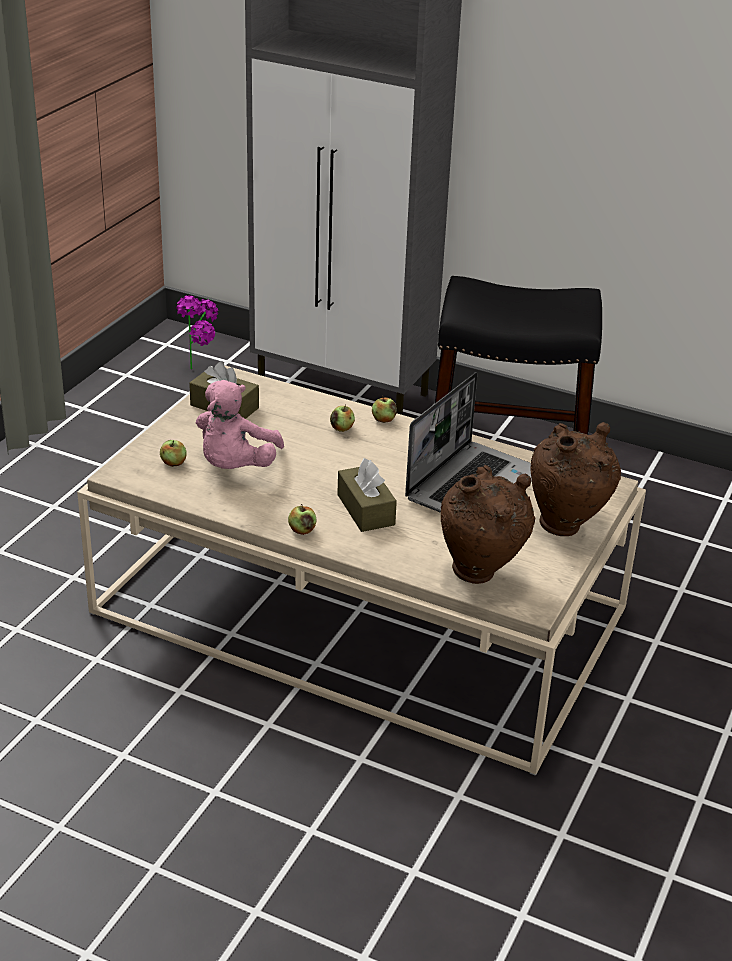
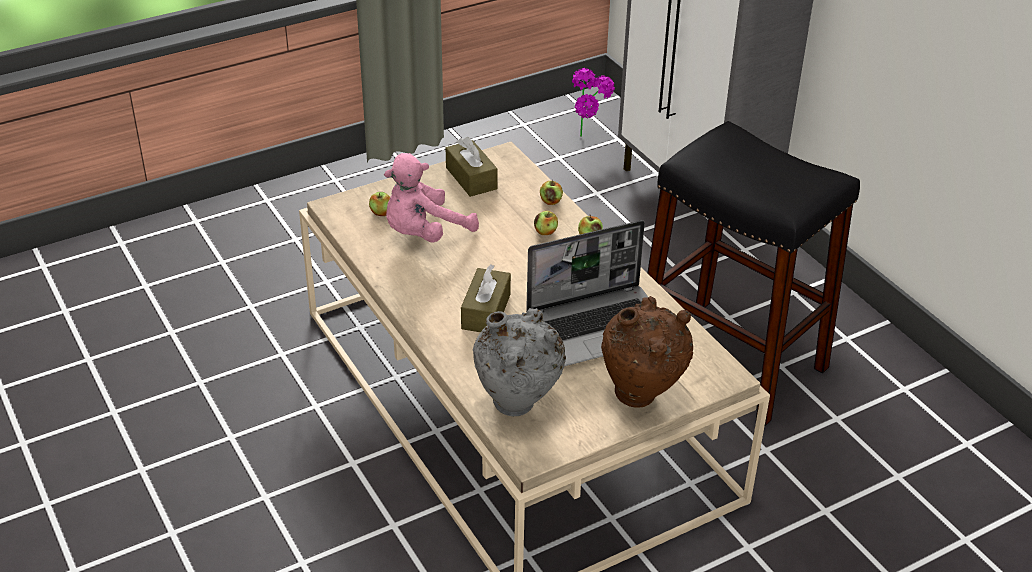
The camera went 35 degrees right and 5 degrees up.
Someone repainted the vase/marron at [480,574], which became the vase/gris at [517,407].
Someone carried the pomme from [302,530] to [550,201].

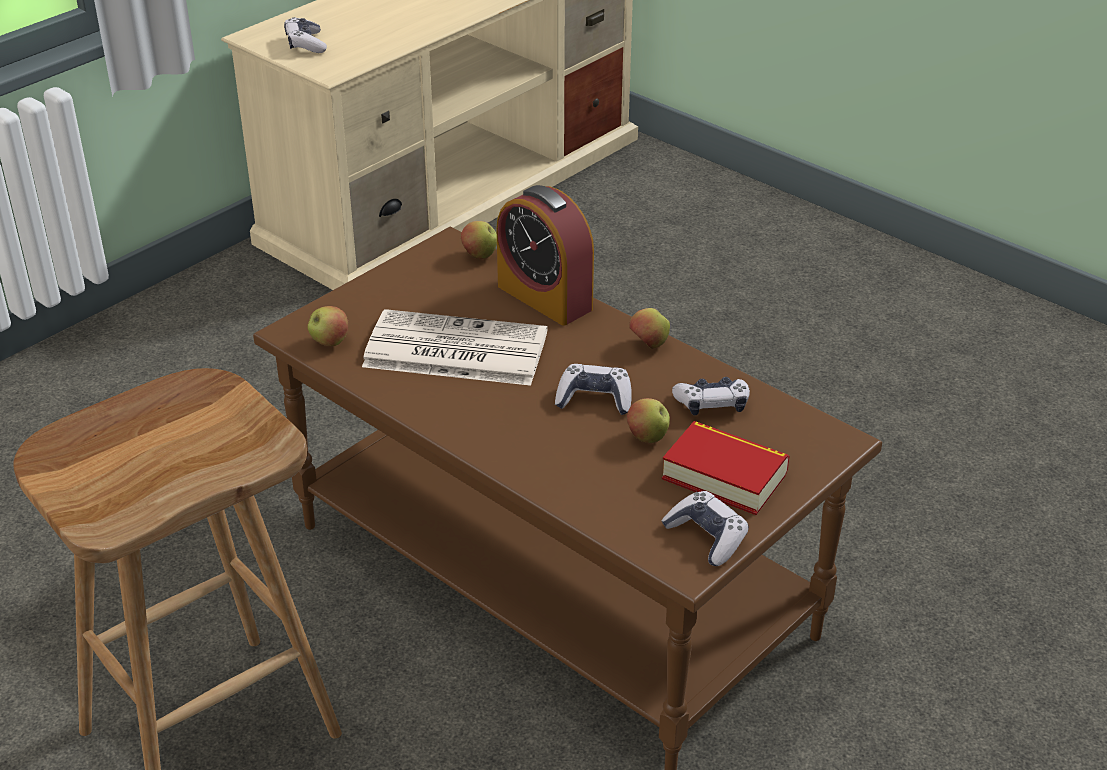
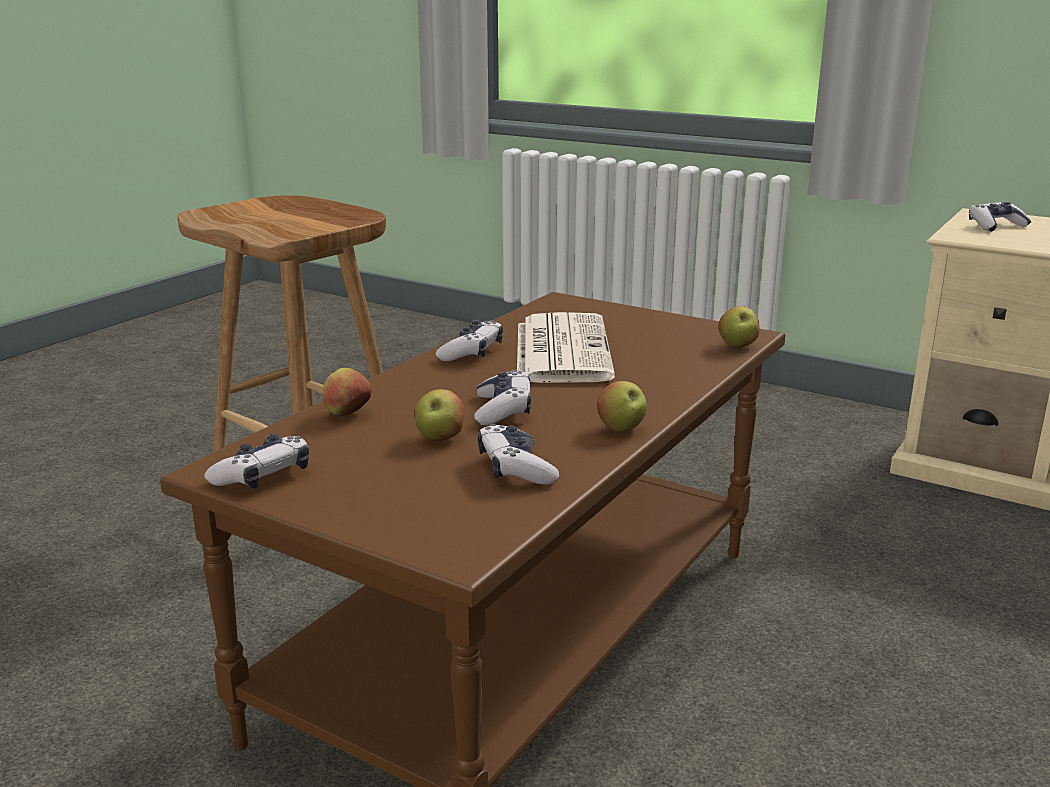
The camera went 80 degrees right and 15 degrees down.
Someone carried the pomme from [330,342] to [348,415].
Someone put down the manette at [472,353].
Someone took away the réveil at [544,297].
Someone took away the livre at [724,476].

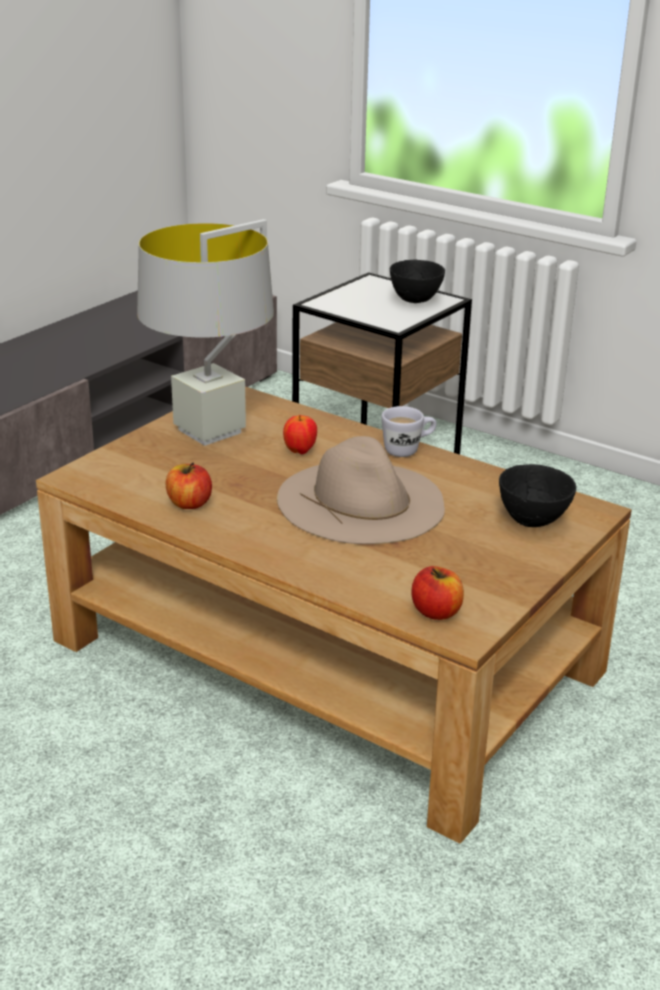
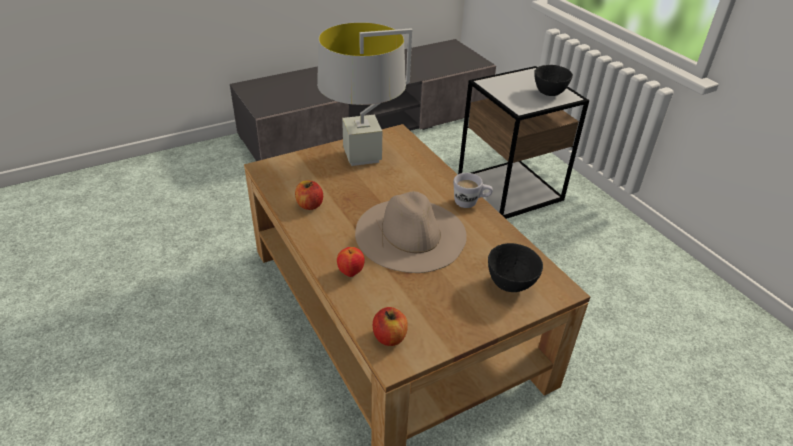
The camera went 25 degrees right and 10 degrees up.
Someone carried the pomme from [300,451] to [351,272].

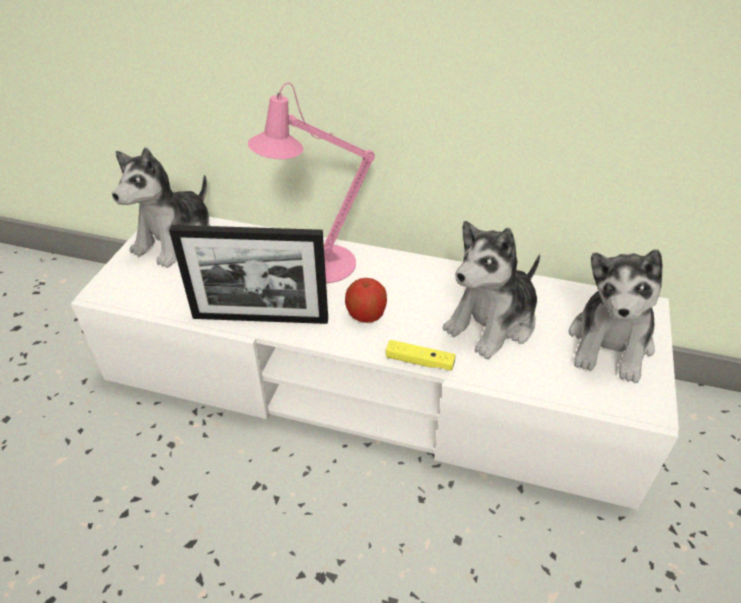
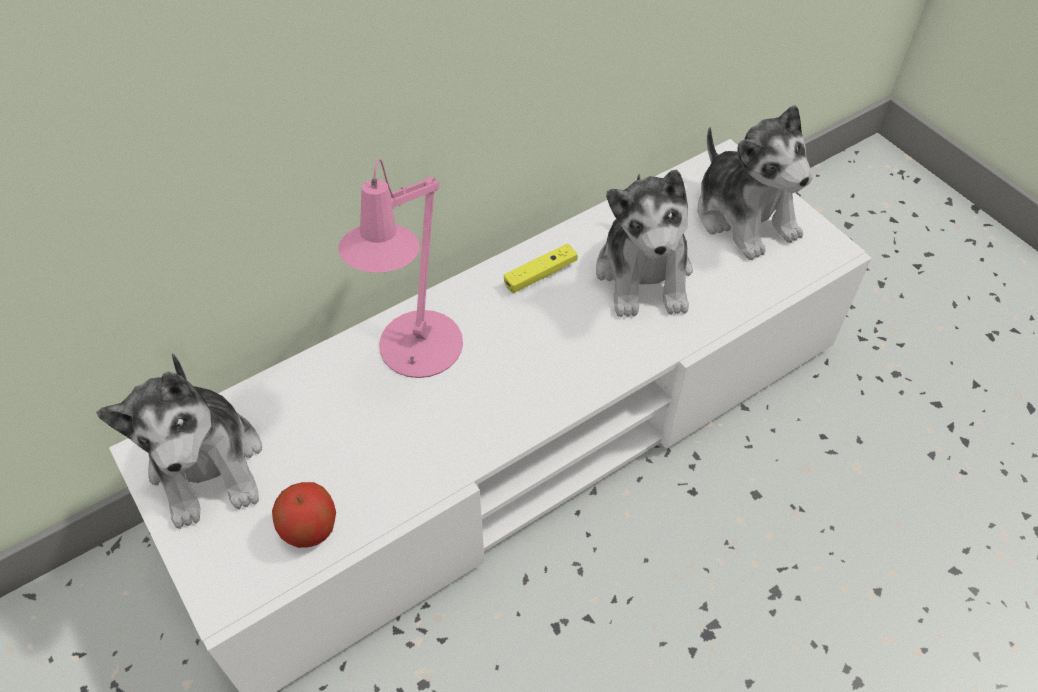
The camera went 50 degrees left and 10 degrees up.
Someone carried the pomme from [366,315] to [309,529].
Someone carried the manette/jaune from [419,361] to [540,274].
Someone took away the cadre photo at [260,318].

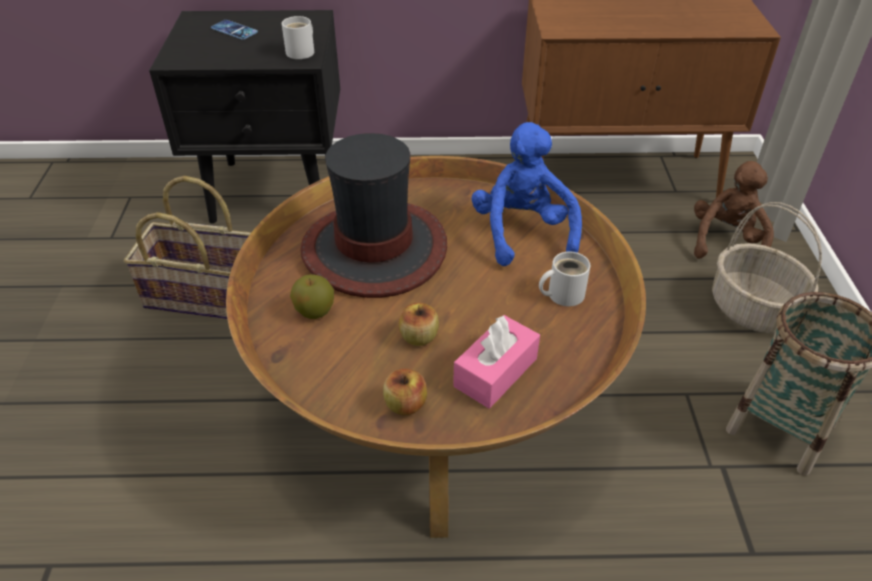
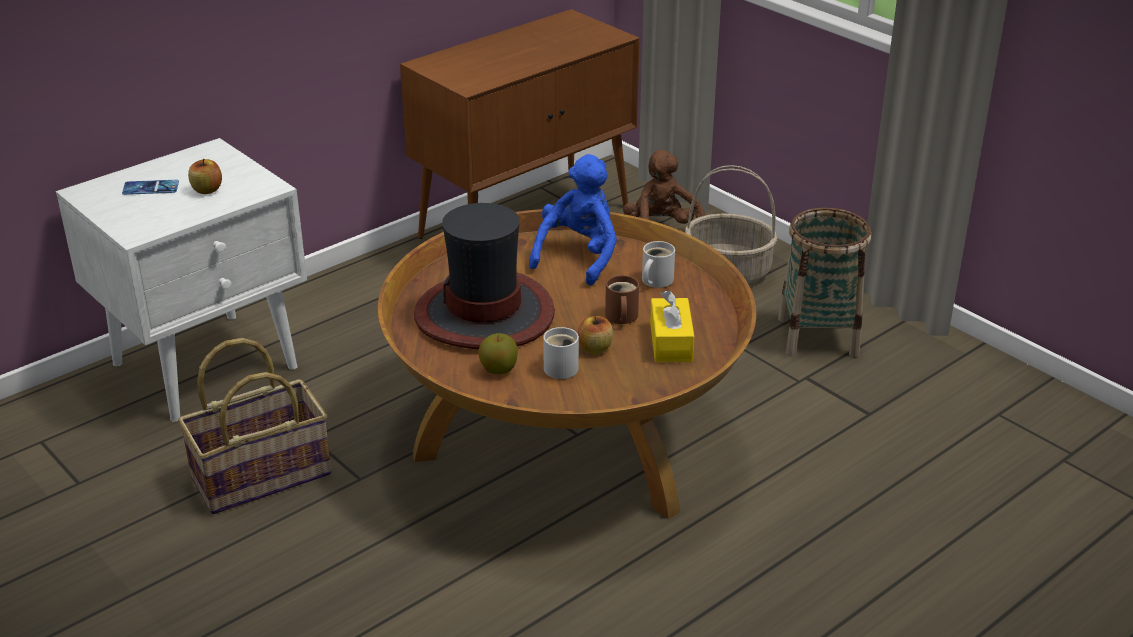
The camera went 40 degrees left and 10 degrees down.
Someone repainted the table de chevet/noir at [277,191], which became the table de chevet/blanc at [208,364].
Someone carried the pomme from [405,404] to [207,190].
Someone rotated the peluche/bleu at [522,232] by 75 degrees clockwise.
Someone carried the mug/blanc from [302,51] to [561,366].
Someone put down the mug/marron at [620,317].
Someone repainted the boîte à mouchoirs/rose at [495,372], which became the boîte à mouchoirs/jaune at [671,342].

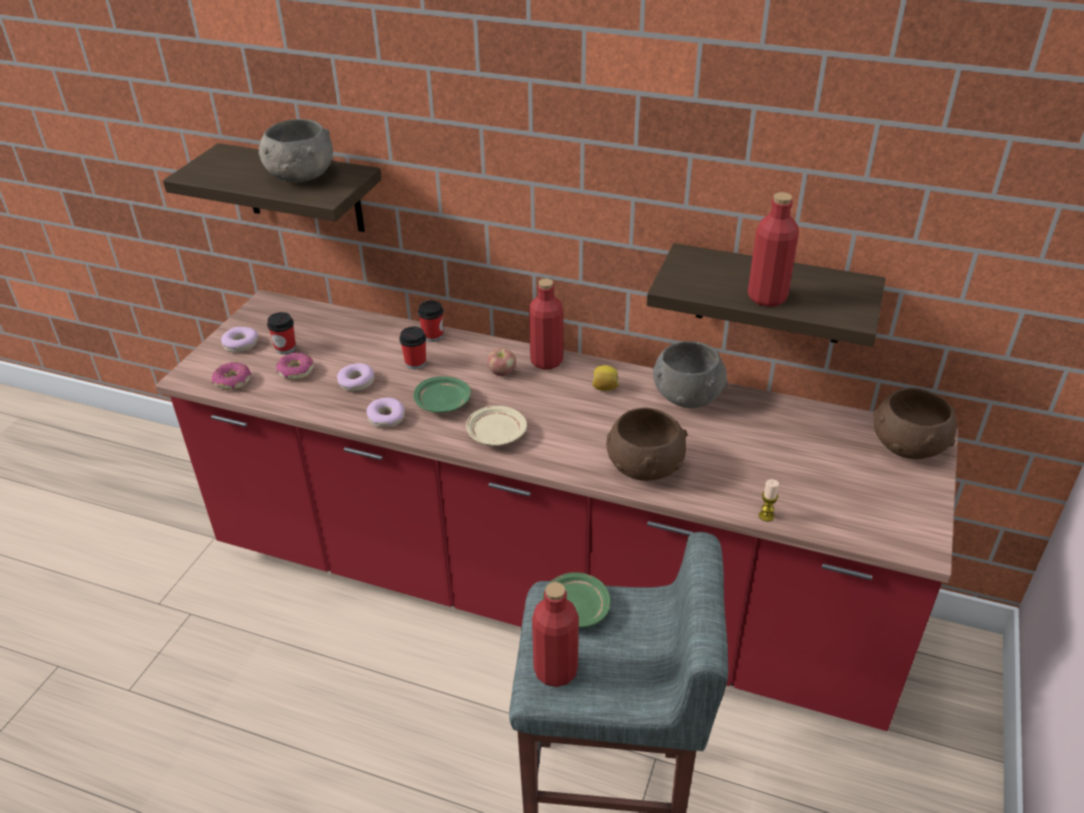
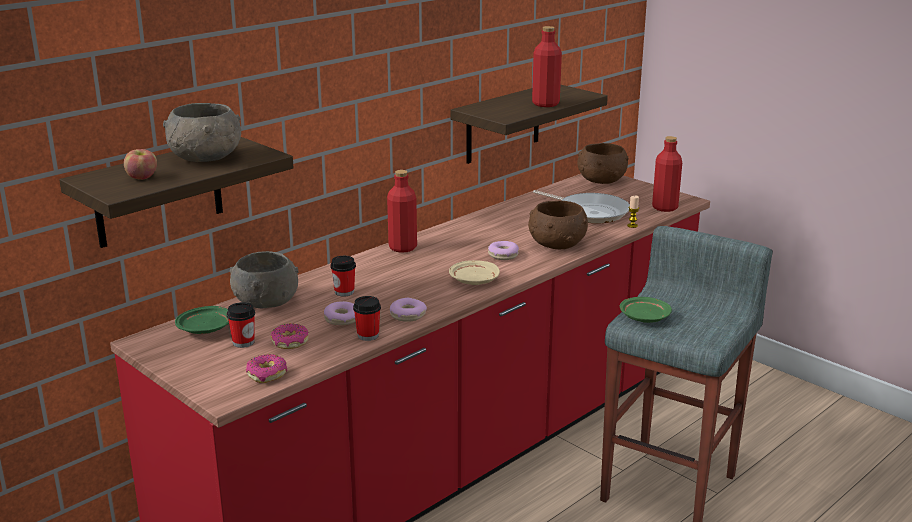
The camera went 65 degrees left and 15 degrees down.
Someone carried the pomme from [502,372] to [142,177].
Someone carried the assiette/vert from [443,403] to [206,328].
Someone carried the bol/gris from [687,395] to [266,302].
Someone carried the tasse from [433,336] to [368,335].
Someone carried the beignet from [241,344] to [503,255].
Someone put down the poêle at [590,212].
Someone carried the bouteille/rouge from [555,670] to [664,208].
Someone took away the citron at [604,388].

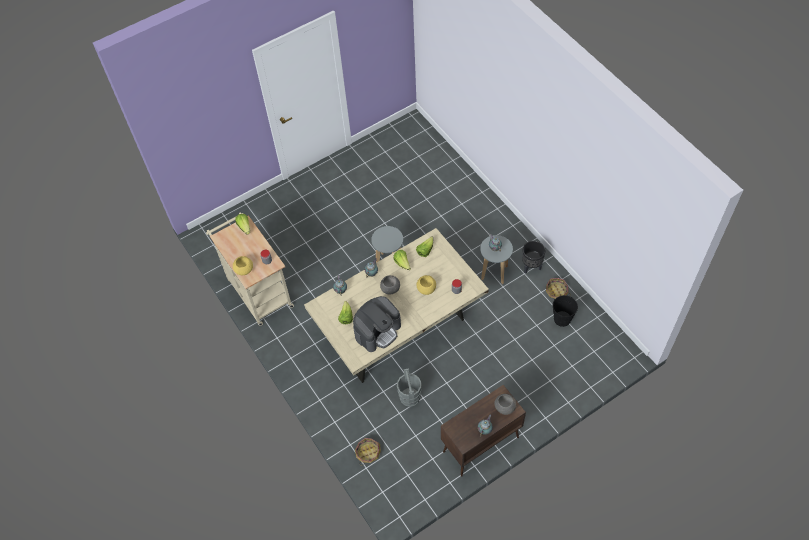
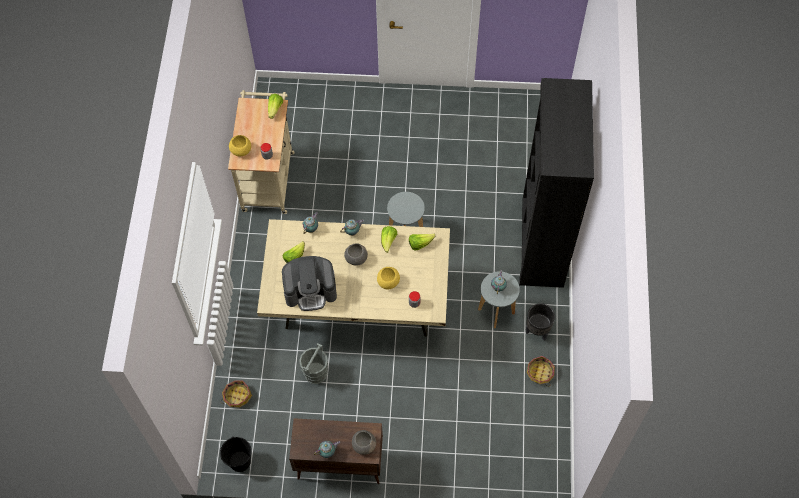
The camera went 35 degrees right and 5 degrees up.
Someone carried the seau/noir from [562,319] to [240,461].
Someone put down the bibliothèque/noir at [541,242].

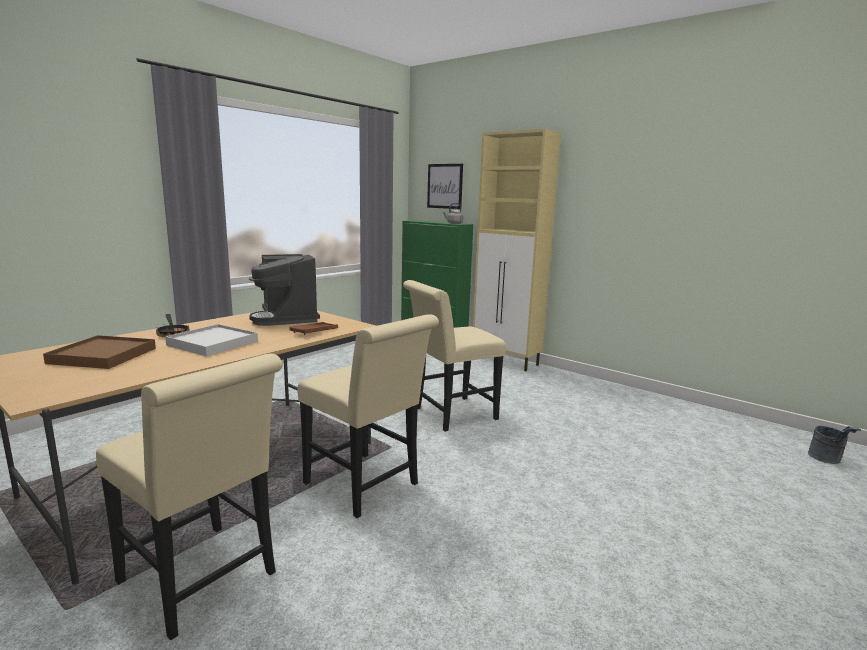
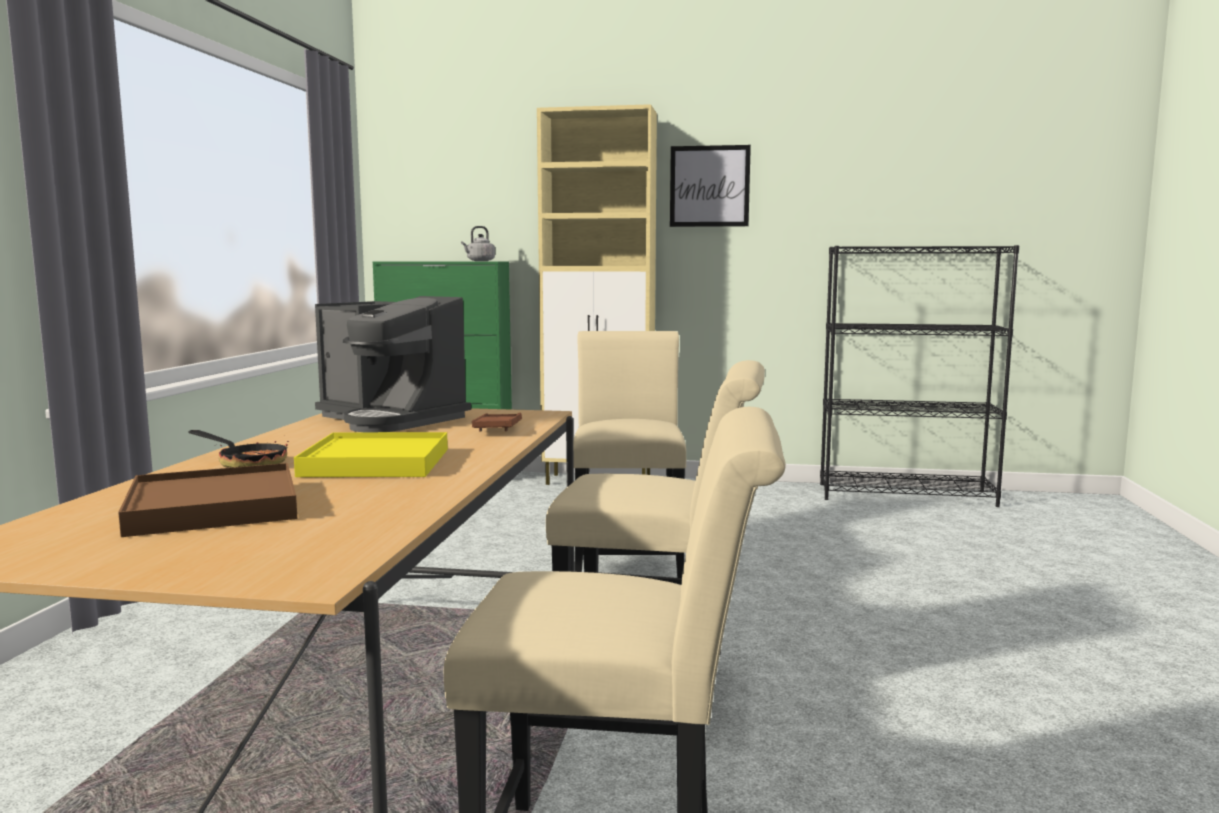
The camera went 30 degrees left and 5 degrees down.
Someone repainted the plateau/blanc at [212,343], which became the plateau/jaune at [376,462].
Someone rotated the chaise/beige at [450,415] by 150 degrees clockwise.
Someone carried the tableau from [445,186] to [709,186].
Someone put down the bibliothèque/noir at [906,495].
Someone took away the seau/gris at [827,460].

